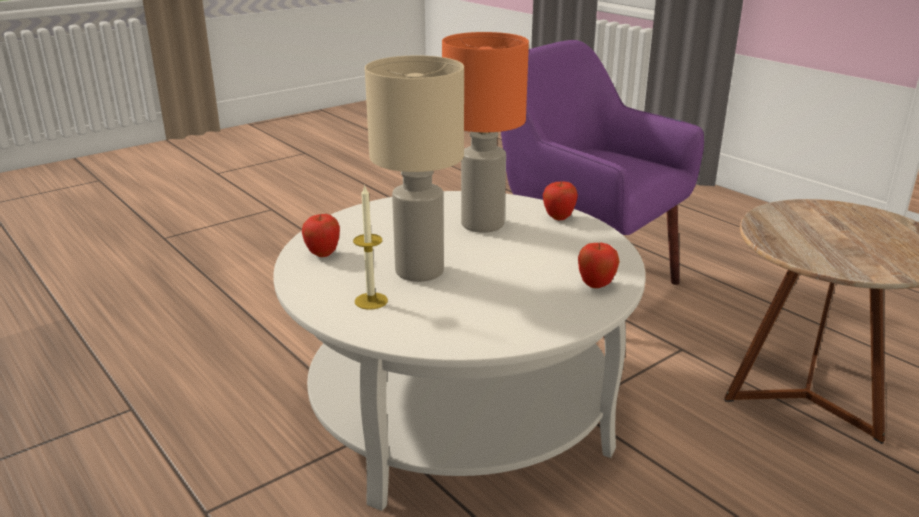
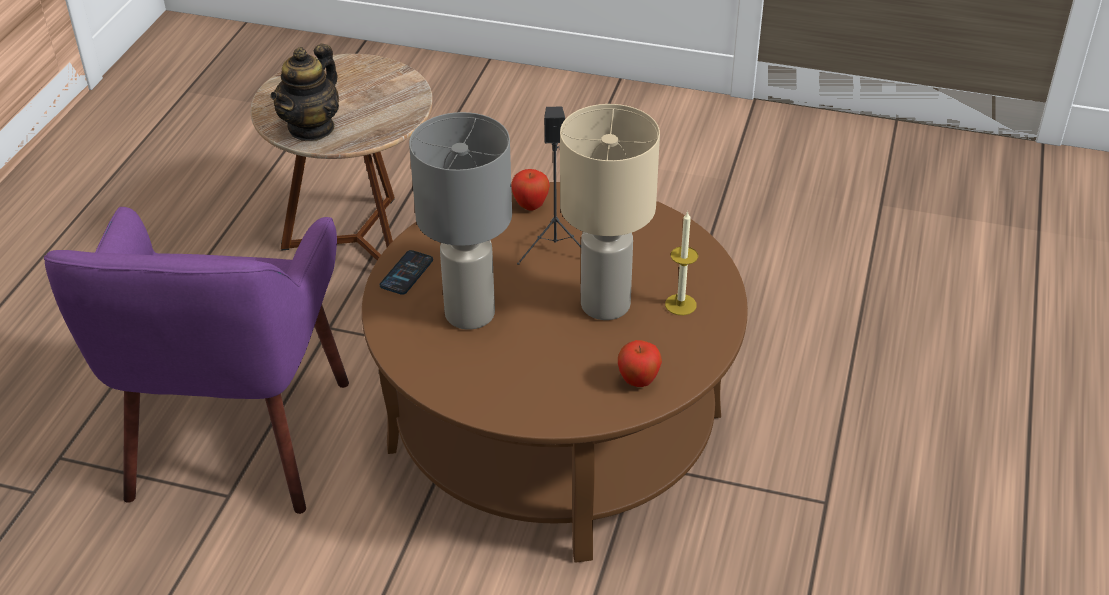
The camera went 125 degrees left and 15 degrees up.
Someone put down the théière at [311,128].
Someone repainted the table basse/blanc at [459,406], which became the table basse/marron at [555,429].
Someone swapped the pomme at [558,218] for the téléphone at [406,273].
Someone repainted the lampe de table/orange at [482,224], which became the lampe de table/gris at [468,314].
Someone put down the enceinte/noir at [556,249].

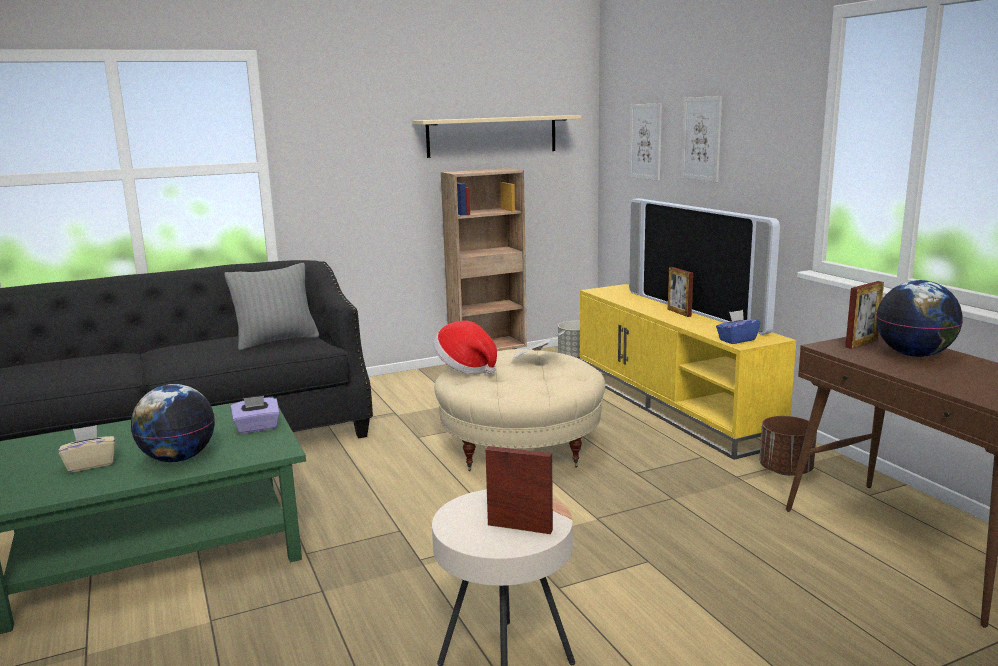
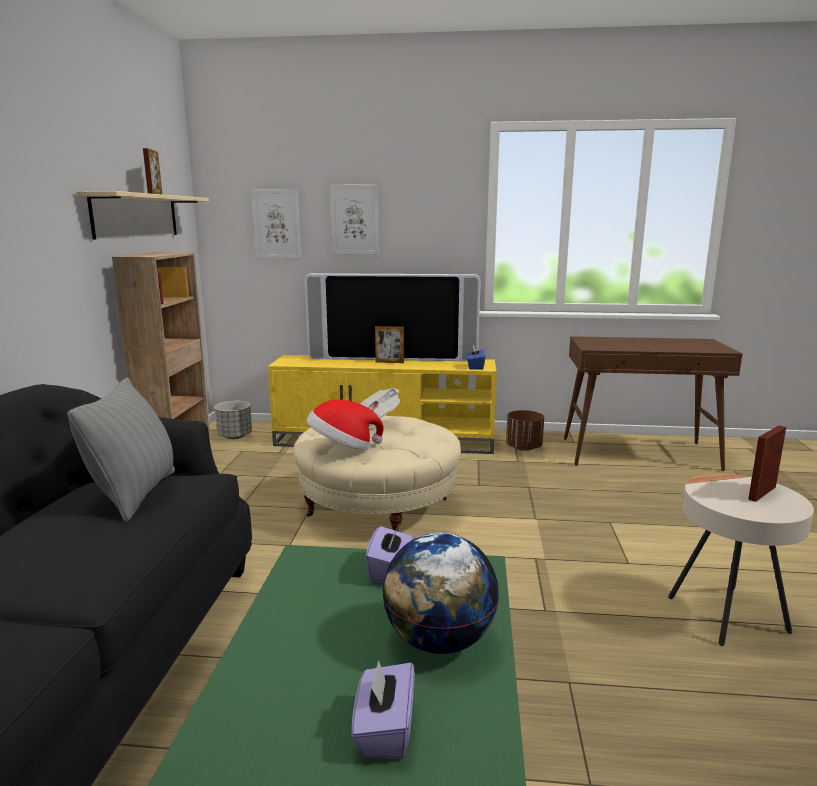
The camera went 60 degrees left and 0 degrees up.
Someone carried the cadre photo from [861,343] to [155,194].
Someone repainted the boîte à mouchoirs/beige at [91,464], which became the boîte à mouchoirs/violet at [384,730].
Someone took away the globe at [914,355].

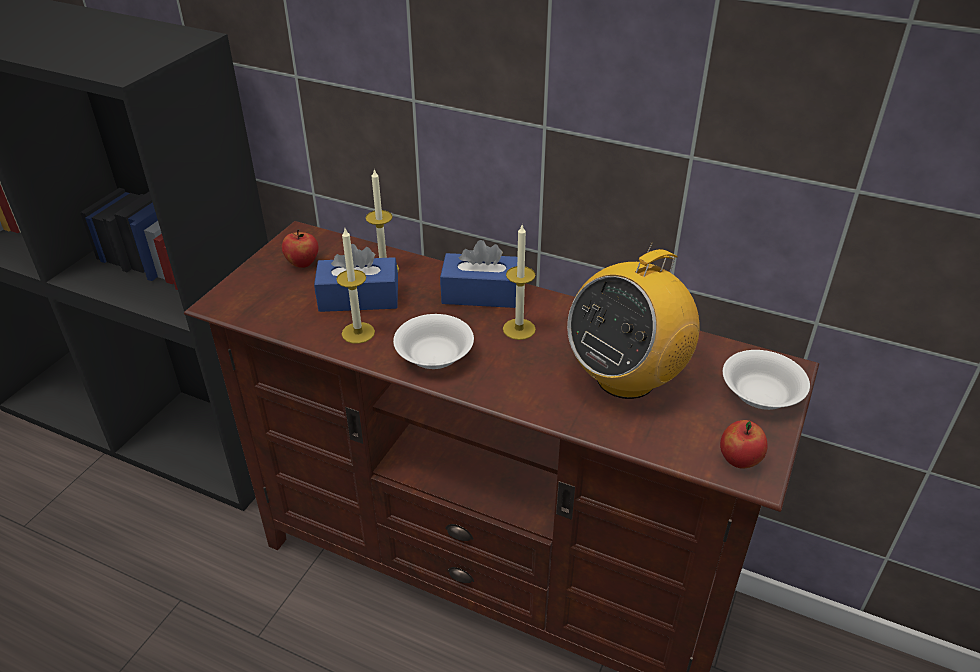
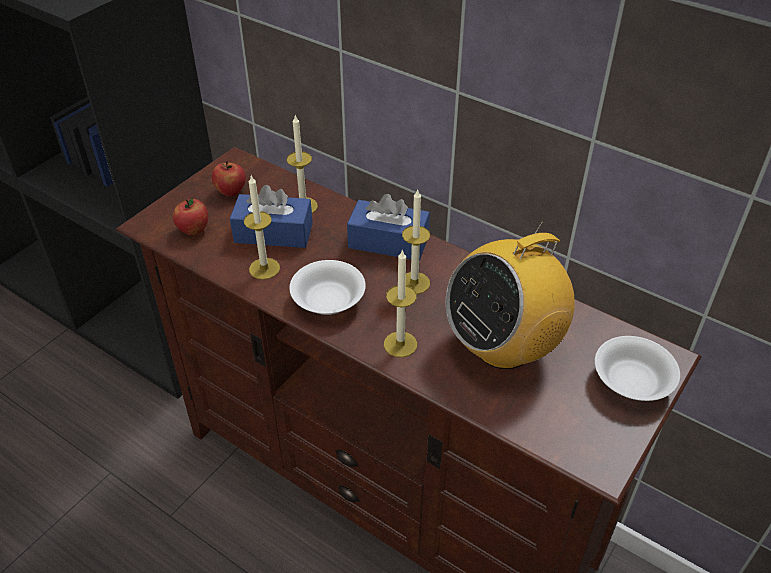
The camera went 10 degrees right and 5 degrees up.
Someone carried the pomme from [739,460] to [193,230].
Someone put down the bougie at [400,344].

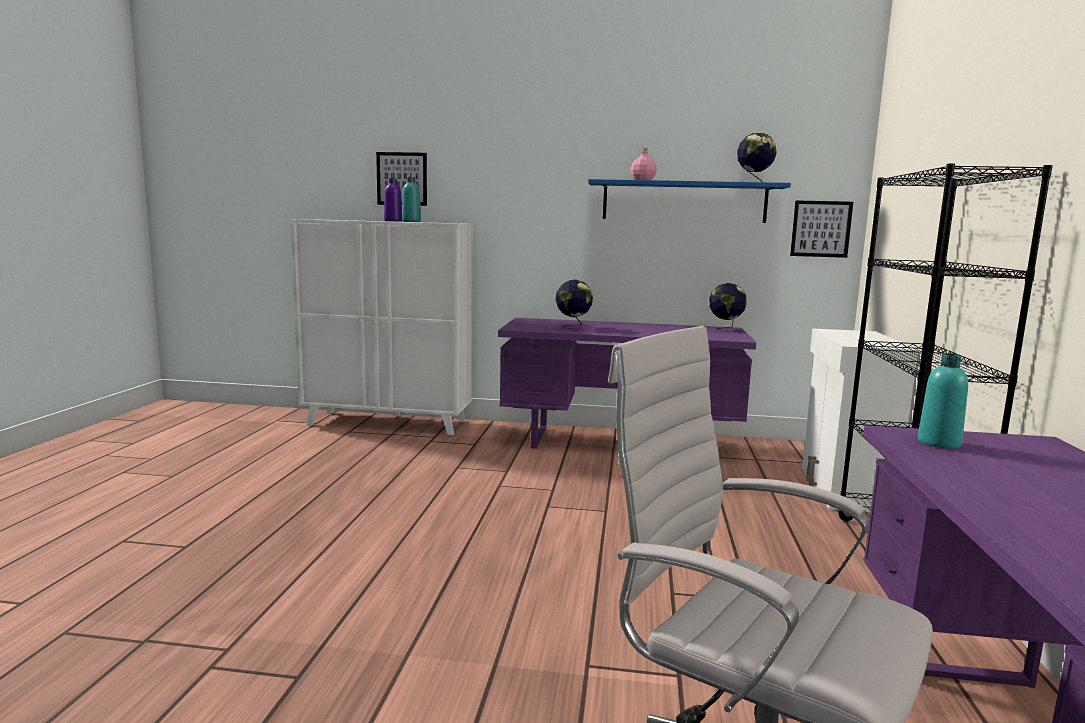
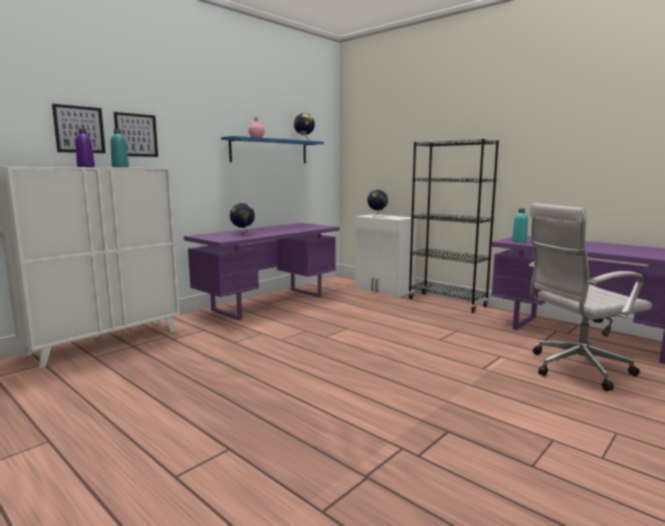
The camera went 55 degrees left and 0 degrees up.
Someone carried the tableau from [821,229] to [136,135].
Someone carried the globe from [725,329] to [377,216].

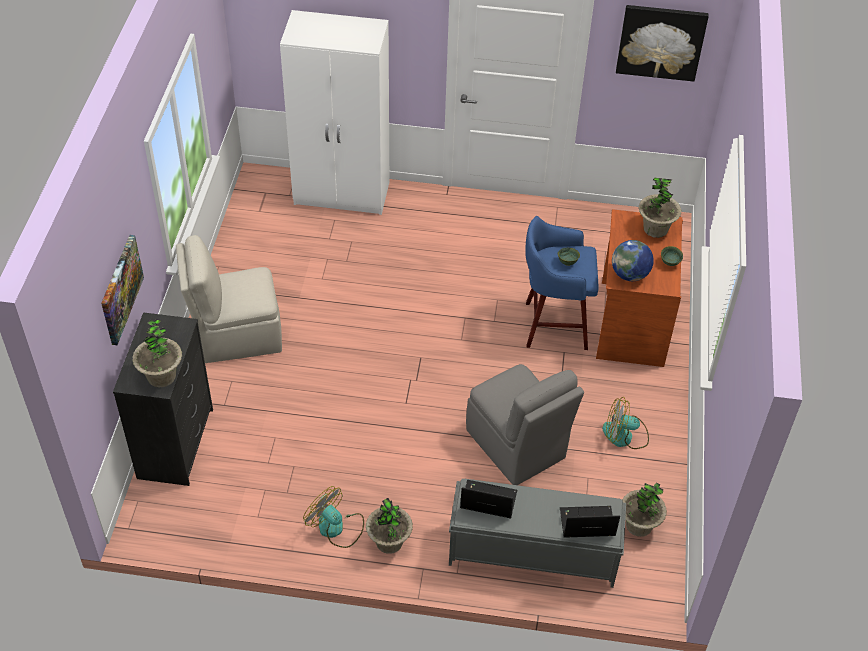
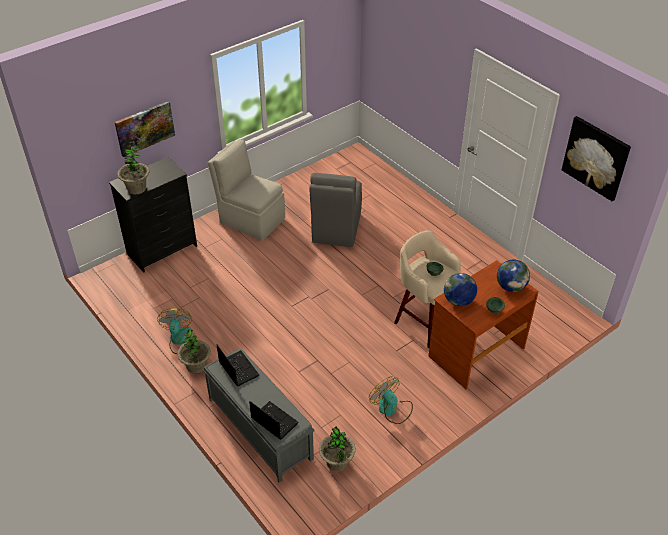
The camera went 45 degrees right and 5 degrees down.
Someone carried the chaise/gris from [517,446] to [336,229].
Someone repainted the tabouret/bleu at [553,325], which became the tabouret/beige at [425,322].
Someone swapped the plante en pot at [655,229] for the globe at [510,287].
Someone took away the armoire/blanc at [342,194].

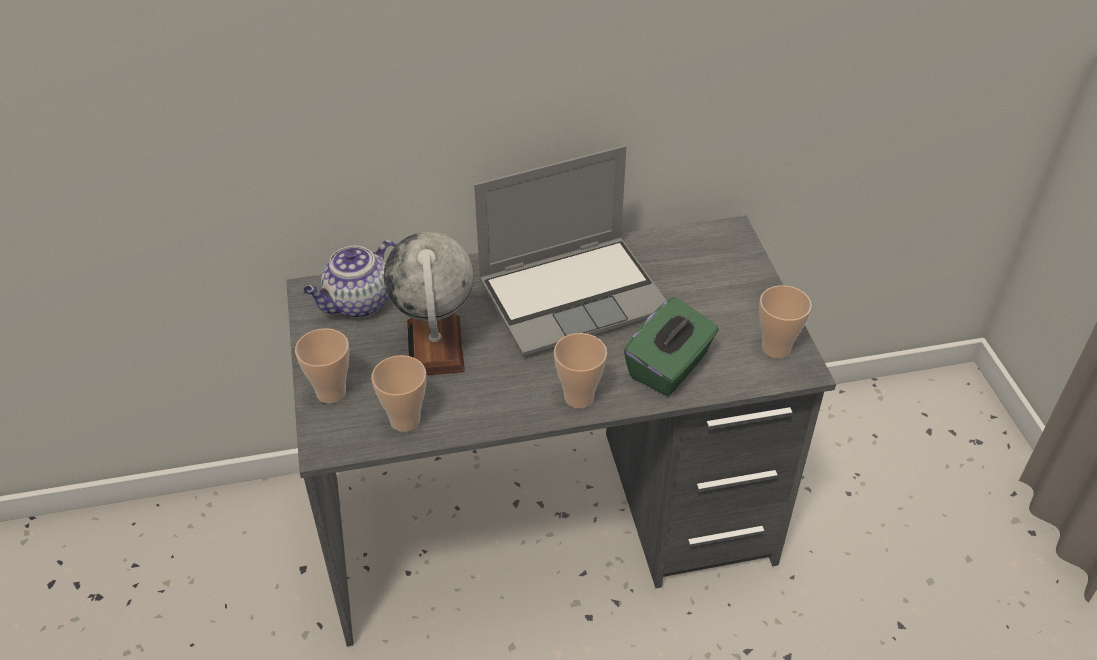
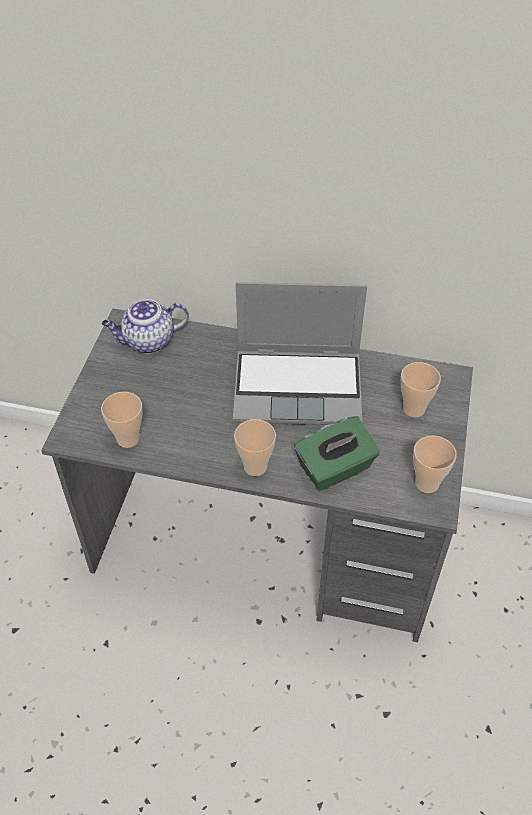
The camera went 25 degrees right and 5 degrees up.
Someone carried the tasse from [331,392] to [414,409].
Someone took away the globe at [435,346].

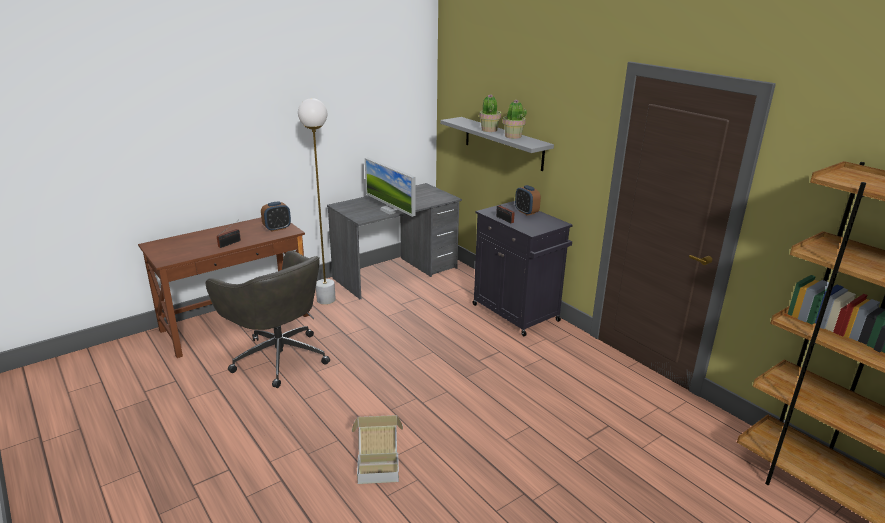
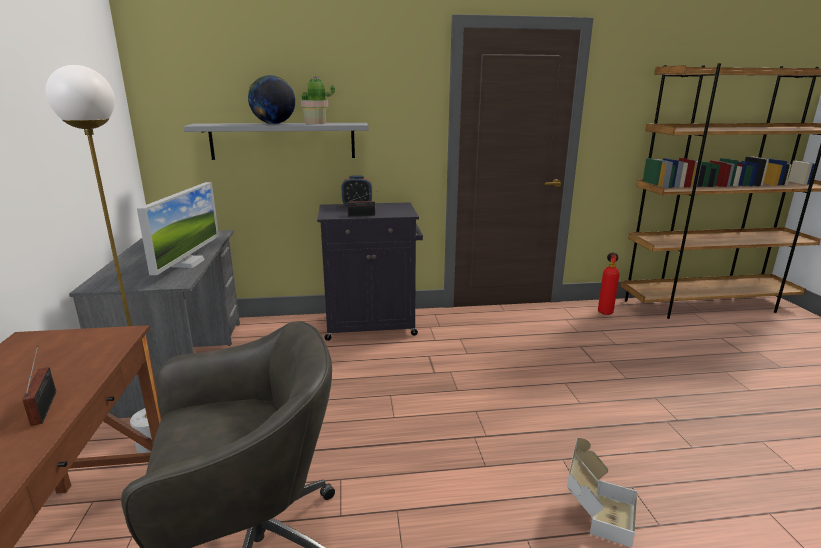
The camera went 60 degrees left and 5 degrees down.
Someone rotated the écran d'ordinateur at [390,210] by 75 degrees counterclockwise.
Someone swapped the plante en pot at [489,130] for the globe at [274,124].
Someone put down the extincteur at [605,312].
Someone took away the réveil at [277,228].

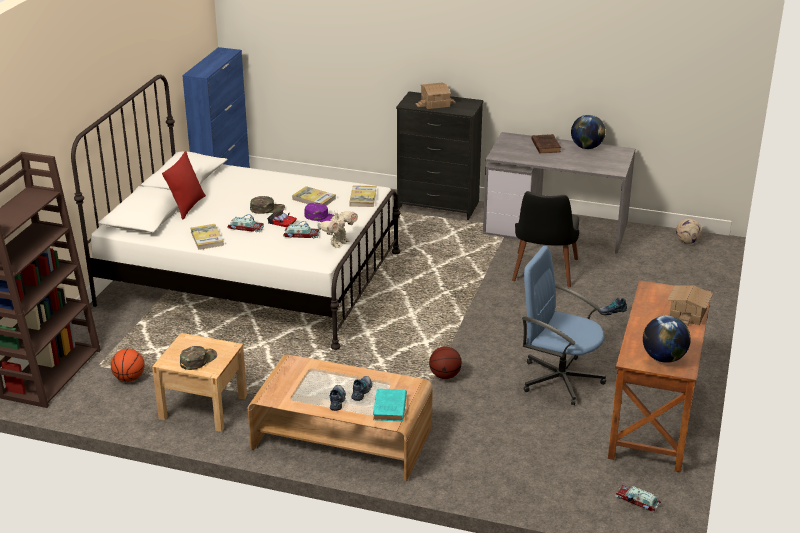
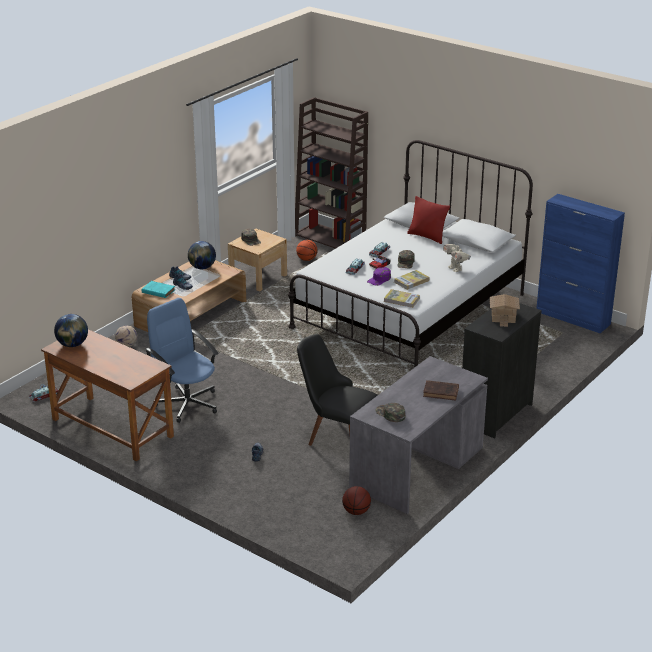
The camera went 110 degrees right and 0 degrees up.
Someone carried the ballon de foot from [687,242] to [127,345].
Someone rotated the chaise de bureau/bleu at [559,379] by 90 degrees counterclockwise.
Someone carried the globe from [586,147] to [202,267].
Someone carried the ballon de basket from [445,376] to [356,512].
Someone put down the casquette/vert at [390,414].
Someone carried the robot jouet from [338,243] to [455,269].
Someone took away the livre at [207,239].
Someone took away the maison miniature at [688,314].

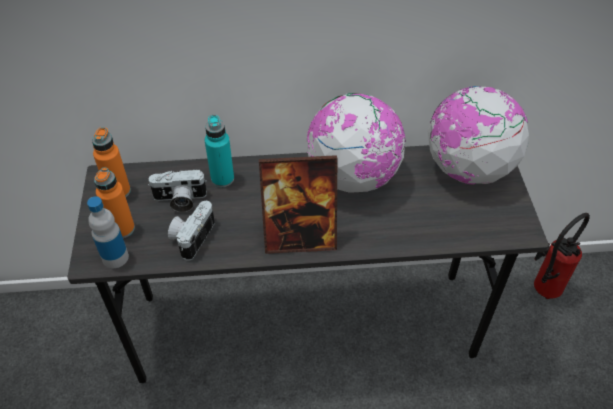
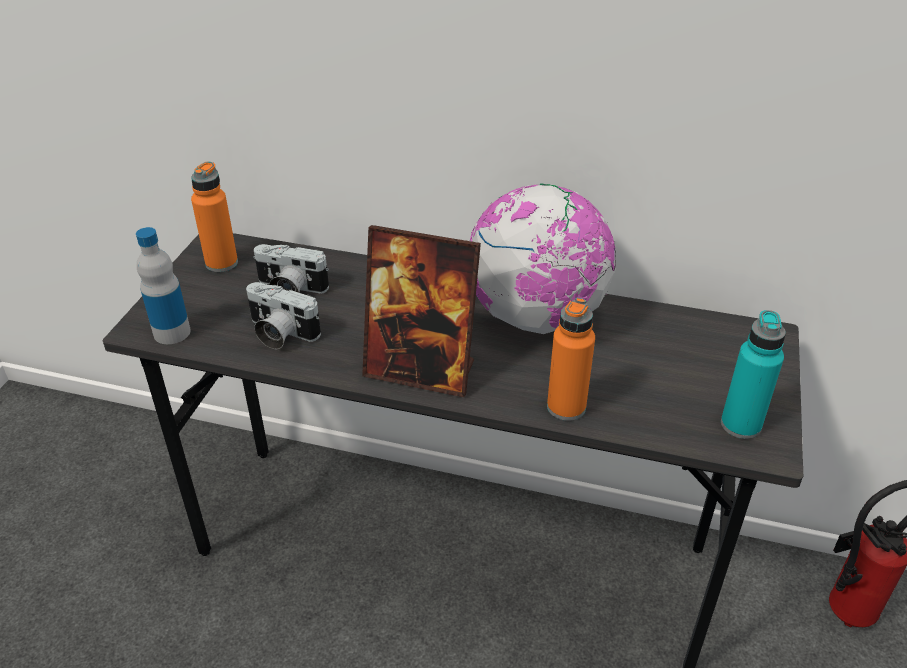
The camera went 20 degrees right and 10 degrees down.
Someone rotated the appareil photo at [191,237] by 105 degrees counterclockwise.
Someone carried the bouteille/orange from [122,229] to [566,407].
Someone carried the bouteille/turquoise from [222,179] to [740,425].
Someone took away the globe at [468,169].

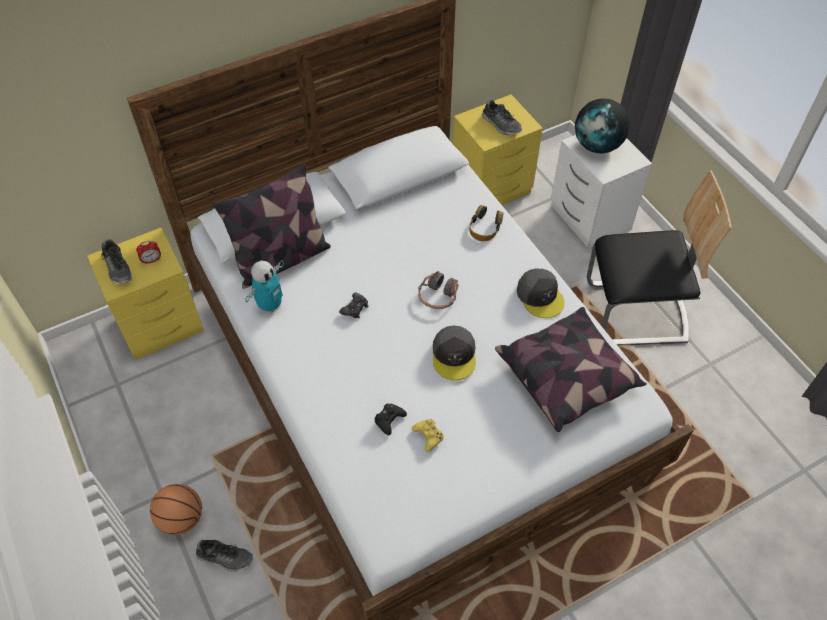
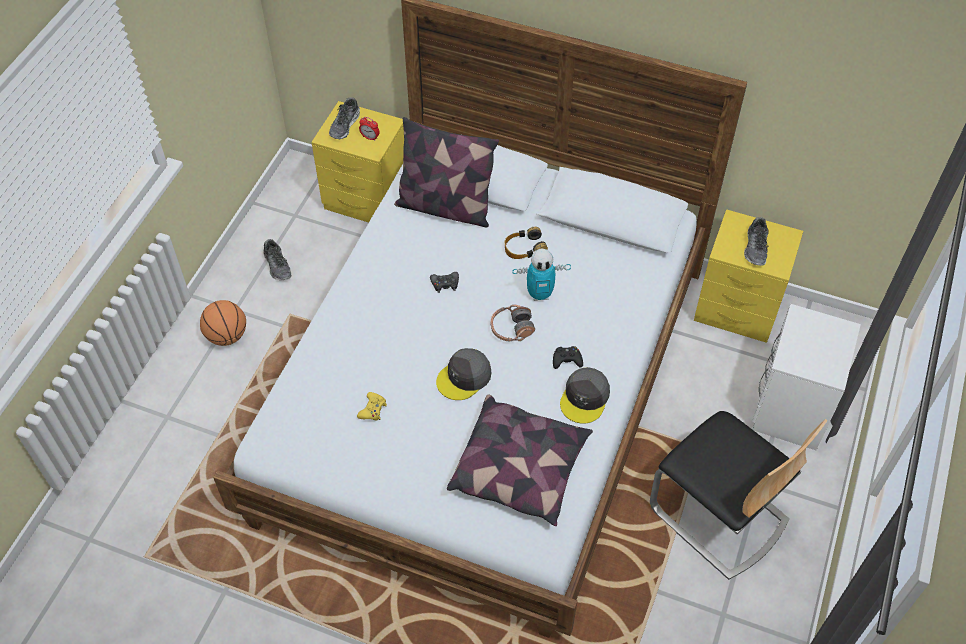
The camera went 50 degrees right and 0 degrees up.
Someone carried the chaussure from [225,557] to [278,266].
Someone carried the casque audio from [485,227] to [524,248].
Someone carried the robot jouet from [270,305] to [540,294].
Someone carried the manette/noir from [389,420] to [567,360].
Someone took away the globe at [597,146].

